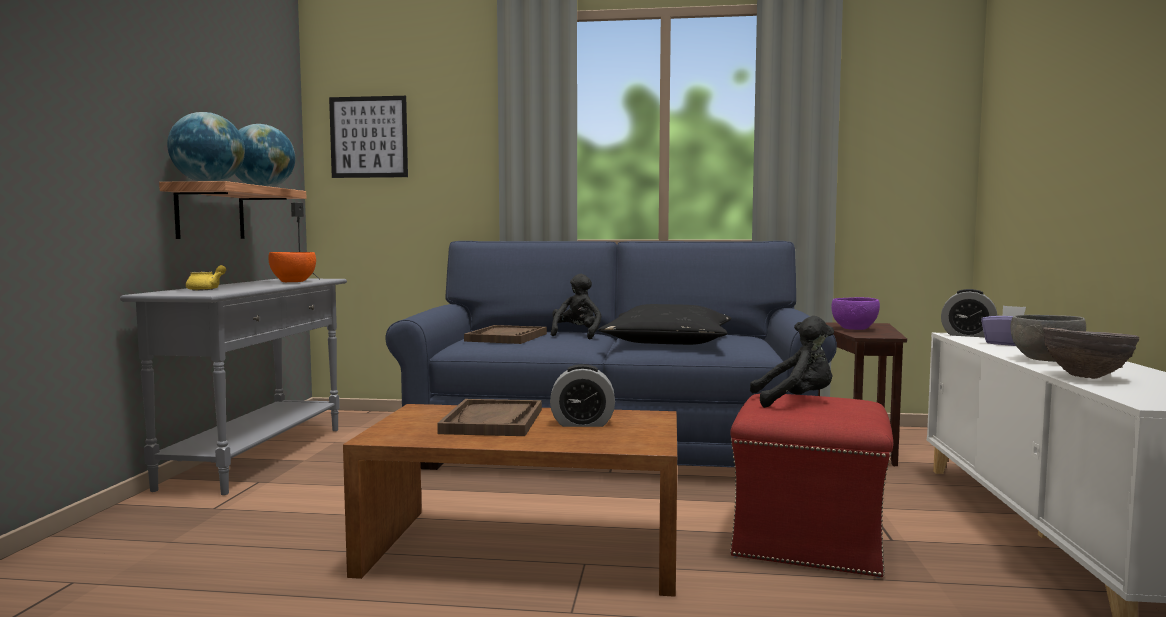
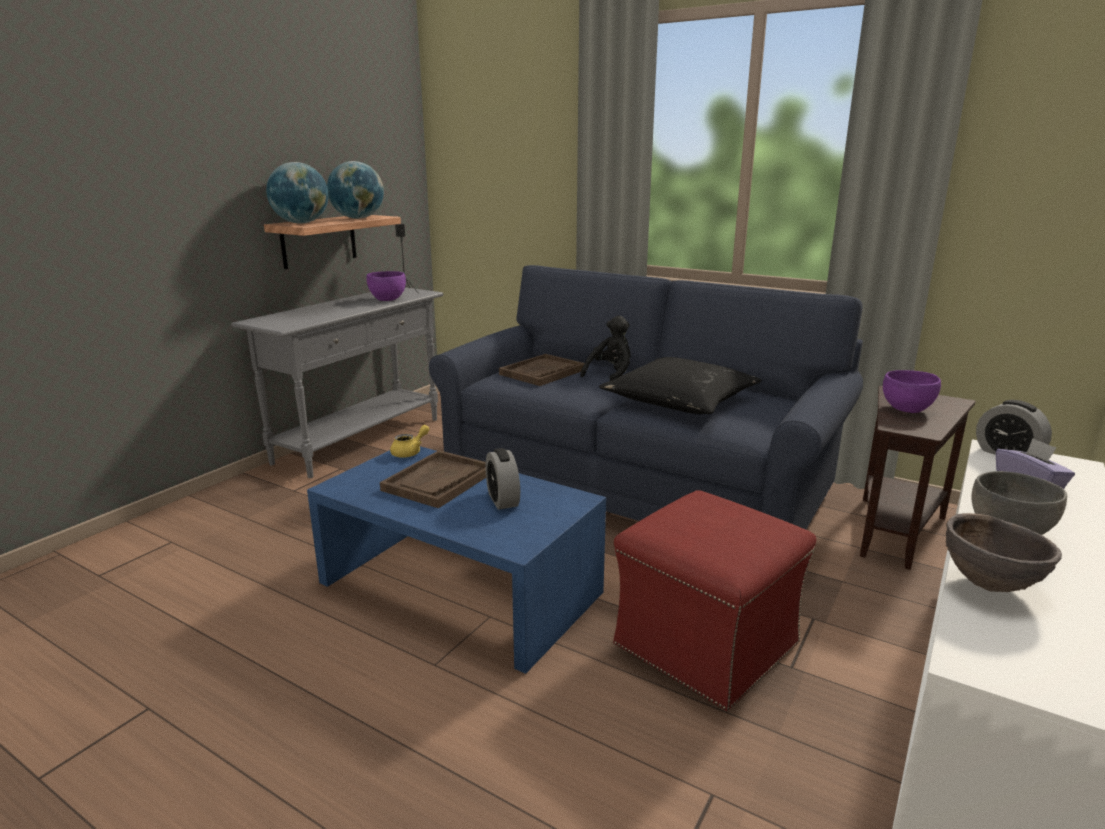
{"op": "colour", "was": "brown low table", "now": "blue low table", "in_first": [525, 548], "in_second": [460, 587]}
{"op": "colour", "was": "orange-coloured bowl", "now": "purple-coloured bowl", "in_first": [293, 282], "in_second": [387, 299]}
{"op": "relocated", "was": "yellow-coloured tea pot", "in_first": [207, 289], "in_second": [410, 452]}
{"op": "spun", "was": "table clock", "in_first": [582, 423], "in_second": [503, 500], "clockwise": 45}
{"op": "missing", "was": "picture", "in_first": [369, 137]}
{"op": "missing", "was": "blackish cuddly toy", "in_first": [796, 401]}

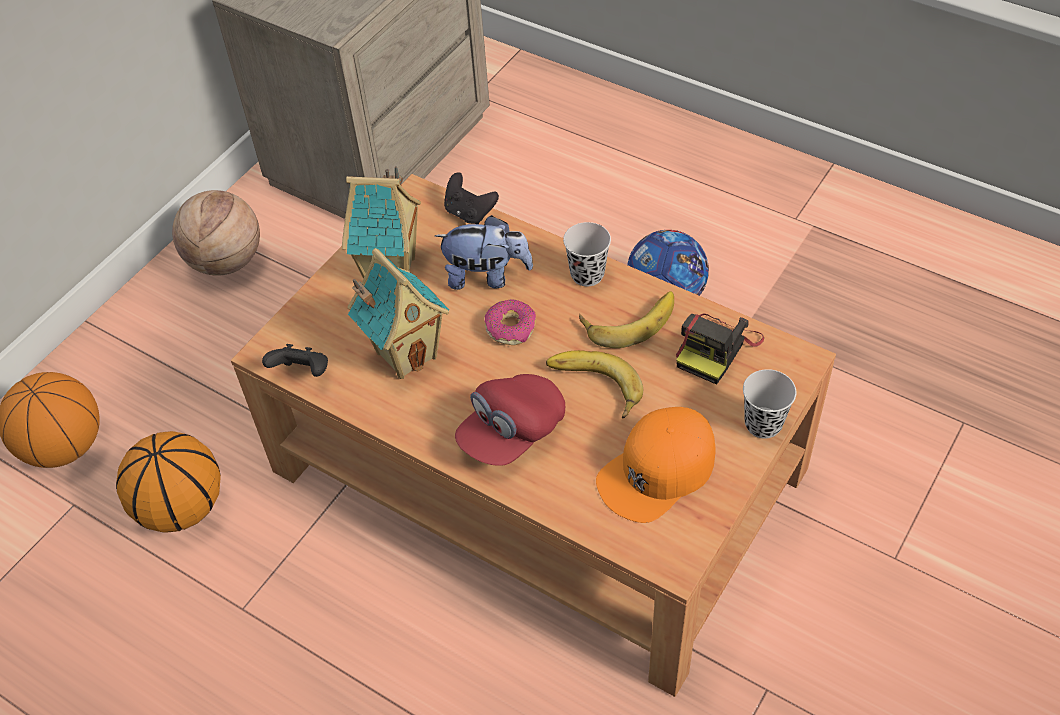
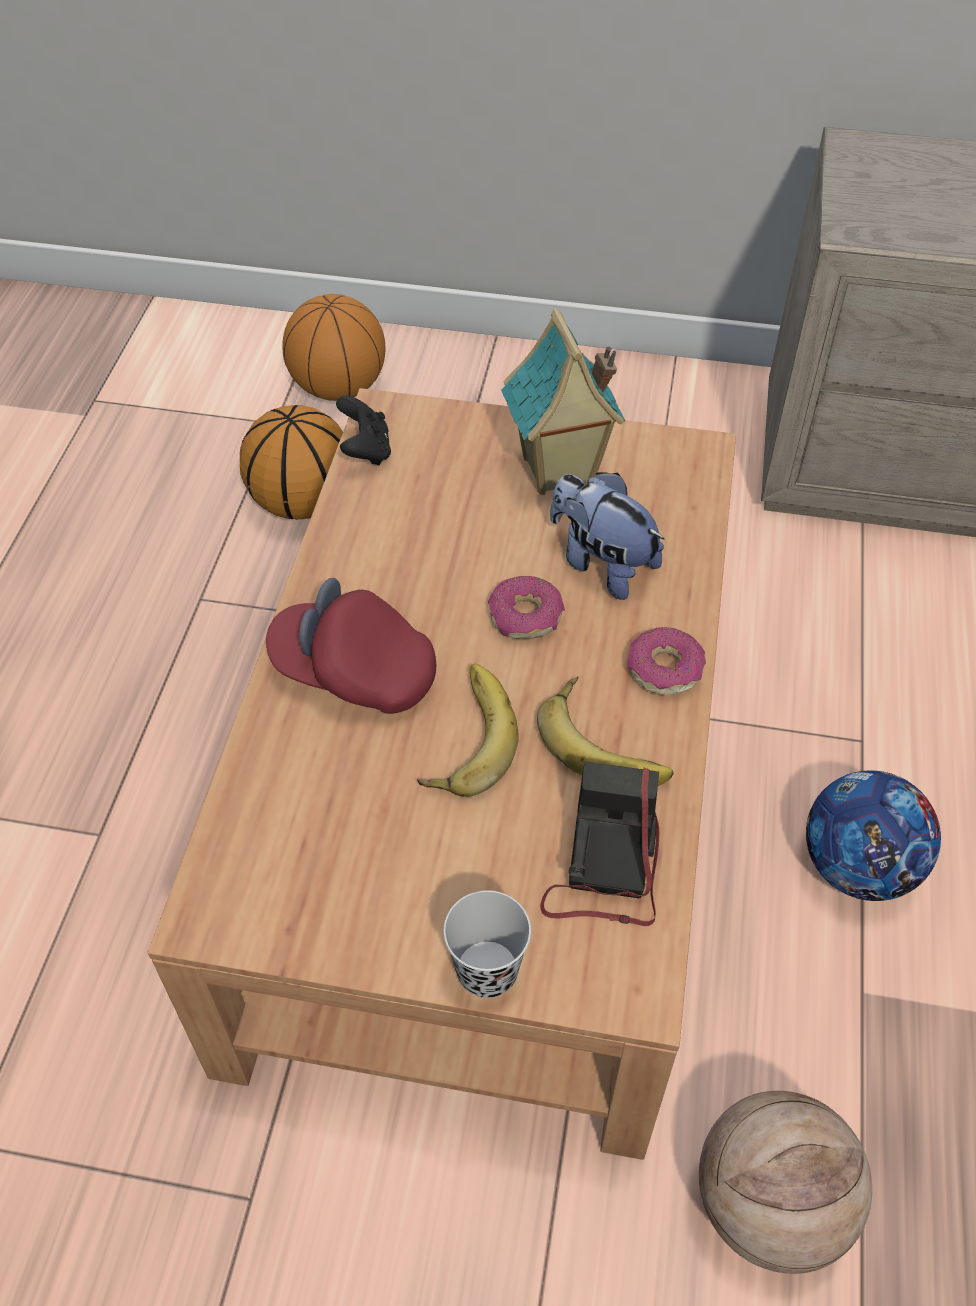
{"op": "spun", "was": "still camera", "in_first": [716, 348], "in_second": [605, 868], "clockwise": 90}
{"op": "spun", "was": "cuddly toy", "in_first": [486, 276], "in_second": [601, 563], "clockwise": 150}
{"op": "exchanged", "was": "blackish cup", "now": "ring doughnut", "in_first": [587, 274], "in_second": [664, 669]}
{"op": "relocated", "was": "basketball", "in_first": [226, 261], "in_second": [770, 1204]}
{"op": "missing", "was": "model house", "in_first": [406, 353]}
{"op": "missing", "was": "blackish game controller", "in_first": [469, 213]}
{"op": "missing", "was": "orange-coloured cap", "in_first": [657, 471]}

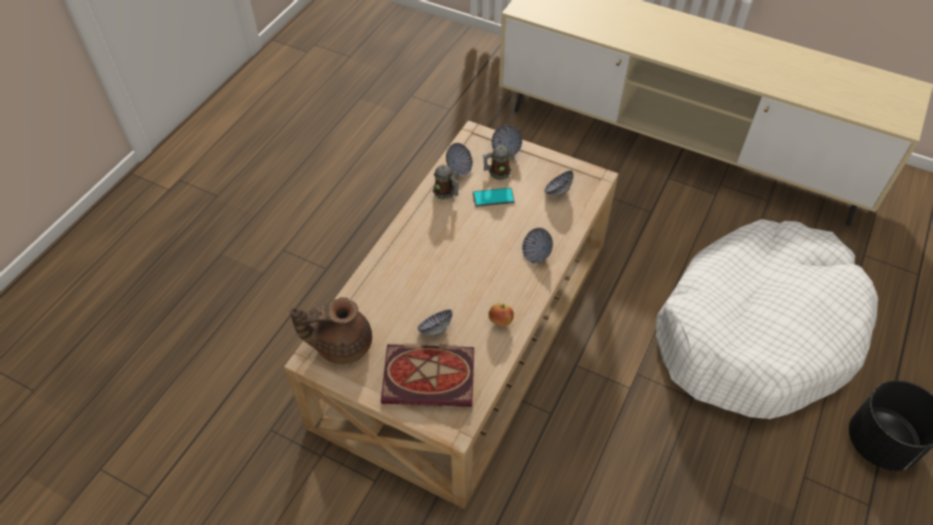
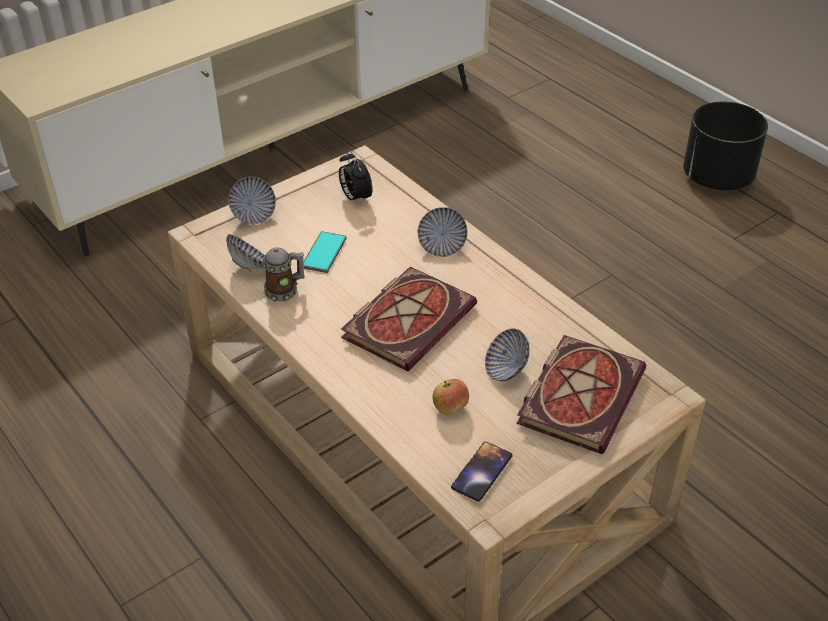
{"op": "exchanged", "was": "bowl", "now": "table clock", "in_first": [558, 191], "in_second": [355, 198]}
{"op": "appeared", "now": "book", "in_second": [409, 319]}
{"op": "relocated", "was": "apple fruit", "in_first": [500, 321], "in_second": [450, 408]}
{"op": "exchanged", "was": "brown tea pot", "now": "phone", "in_first": [341, 344], "in_second": [481, 471]}
{"op": "missing", "was": "mug", "in_first": [497, 173]}
{"op": "missing", "was": "white dog cushion", "in_first": [755, 331]}

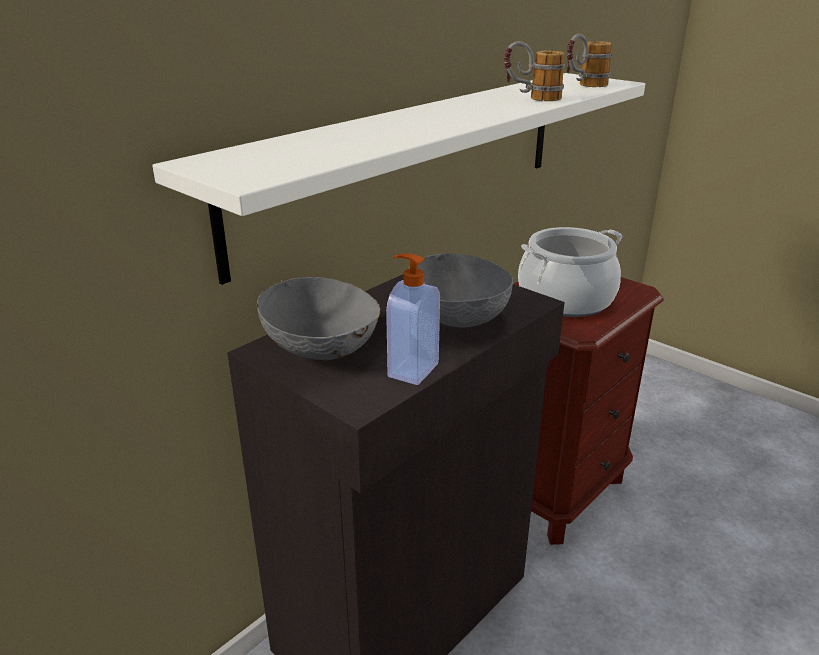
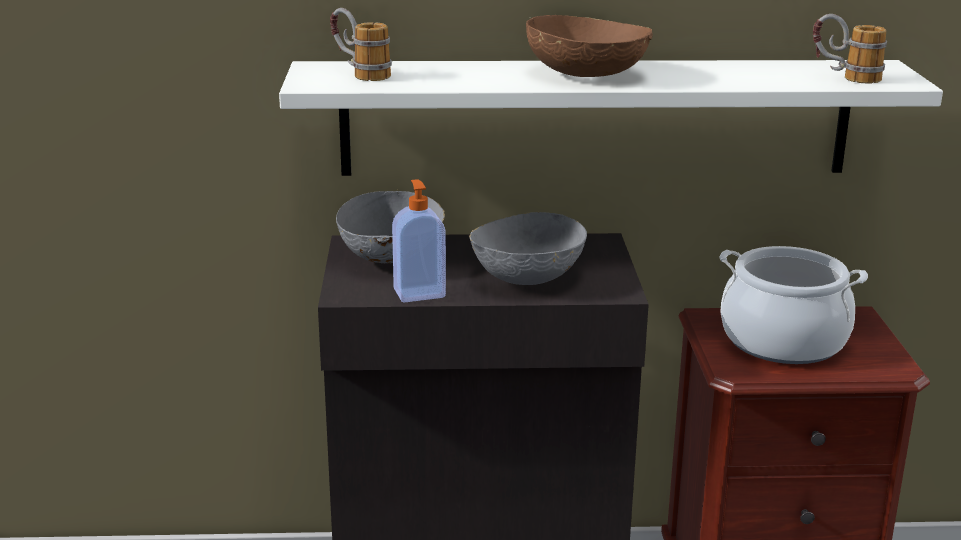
{"op": "relocated", "was": "mug", "in_first": [531, 98], "in_second": [359, 73]}
{"op": "appeared", "now": "brown bowl", "in_second": [587, 74]}

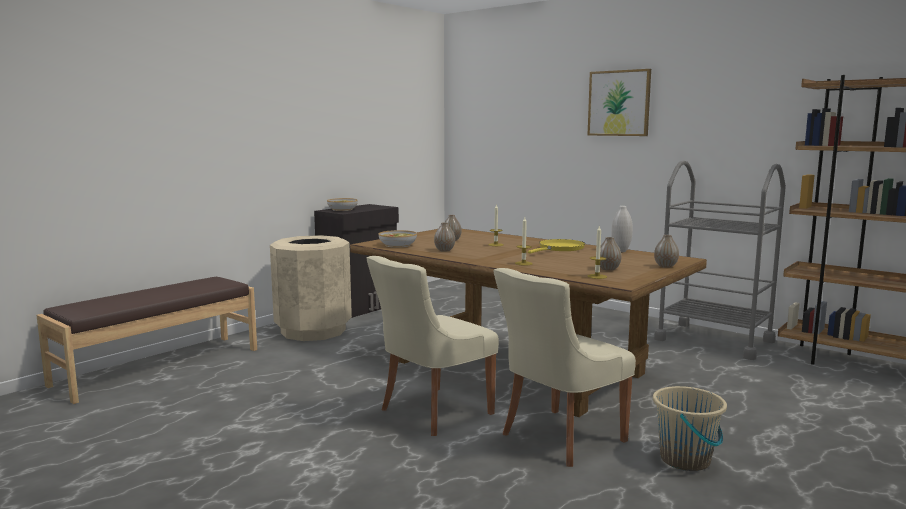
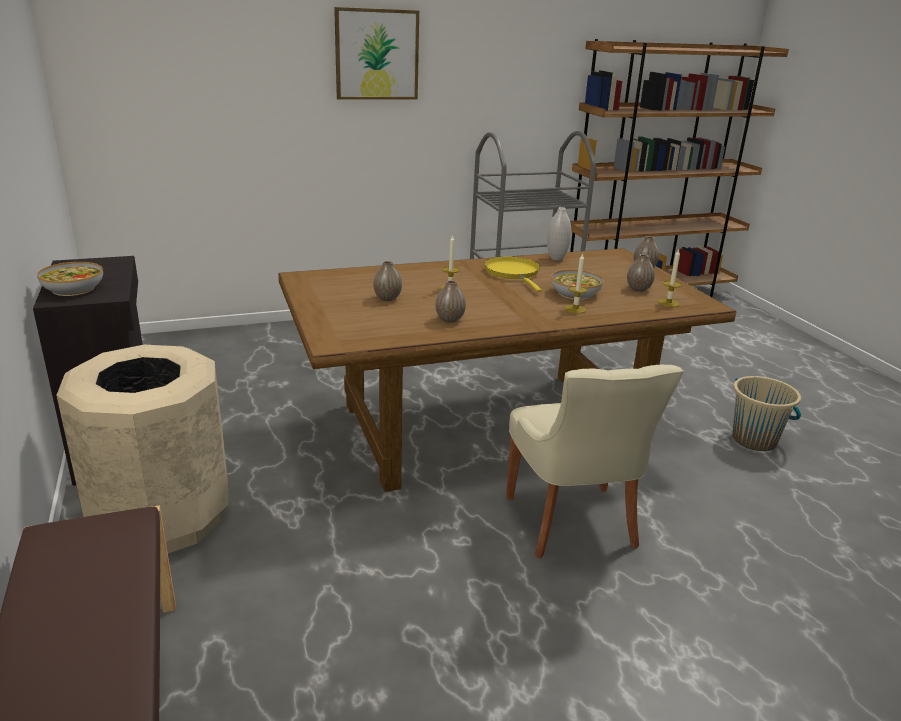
{"op": "relocated", "was": "bowl", "in_first": [397, 245], "in_second": [575, 293]}
{"op": "missing", "was": "sand-coloured plain chair", "in_first": [559, 438]}

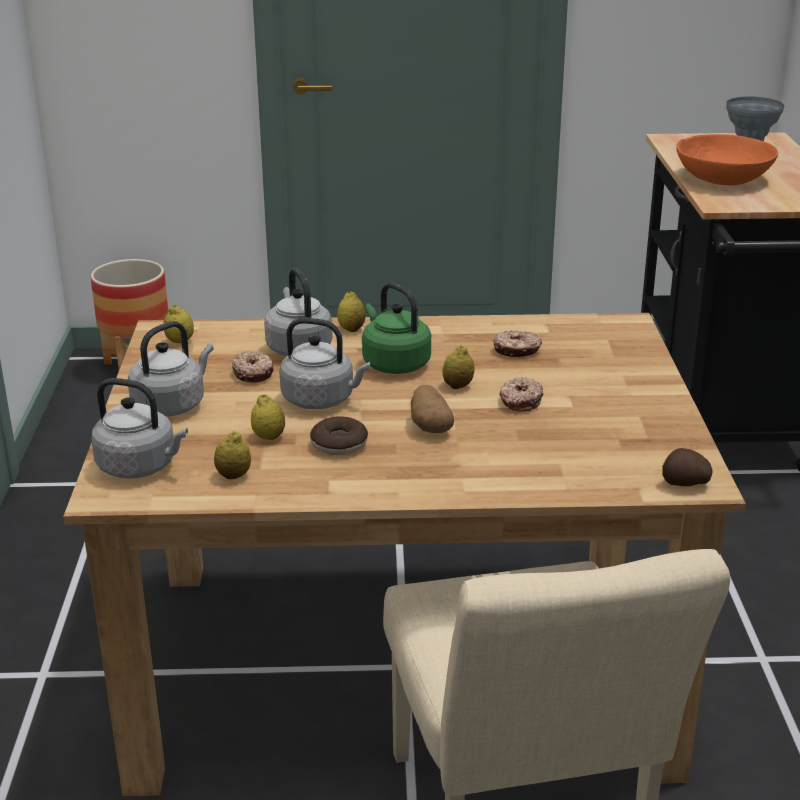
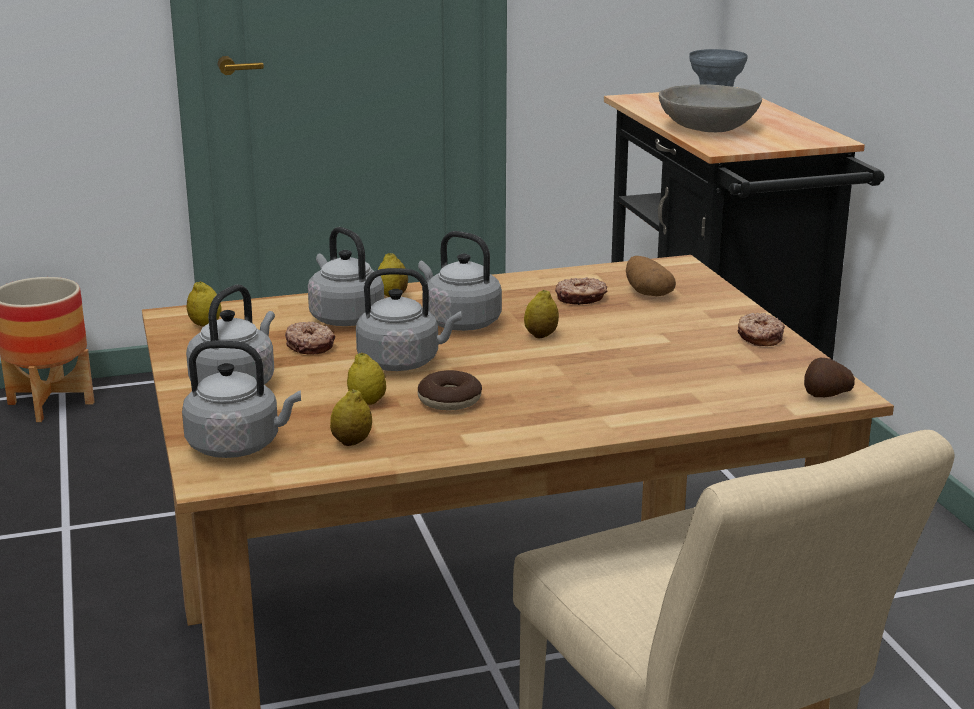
{"op": "colour", "was": "green tea kettle", "now": "gray tea kettle", "in_first": [394, 363], "in_second": [459, 322]}
{"op": "relocated", "was": "spud", "in_first": [430, 426], "in_second": [646, 293]}
{"op": "colour", "was": "orange-coloured bowl", "now": "gray bowl", "in_first": [722, 179], "in_second": [708, 128]}
{"op": "relocated", "was": "ring doughnut", "in_first": [520, 401], "in_second": [759, 337]}

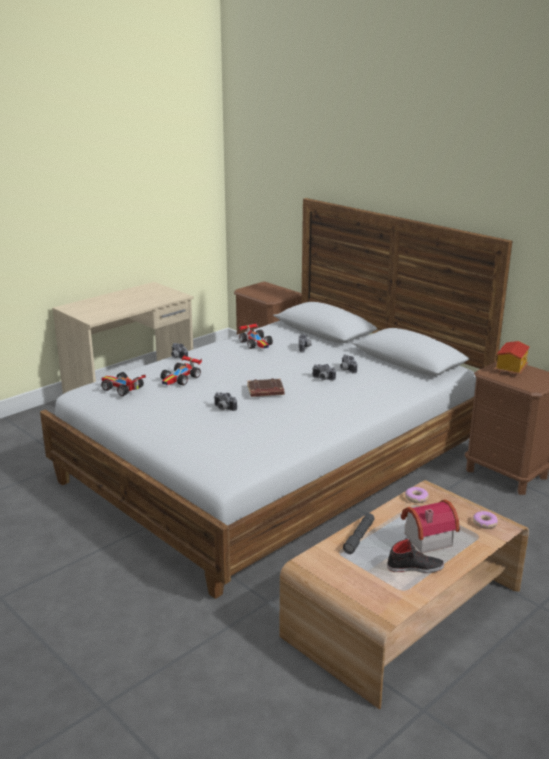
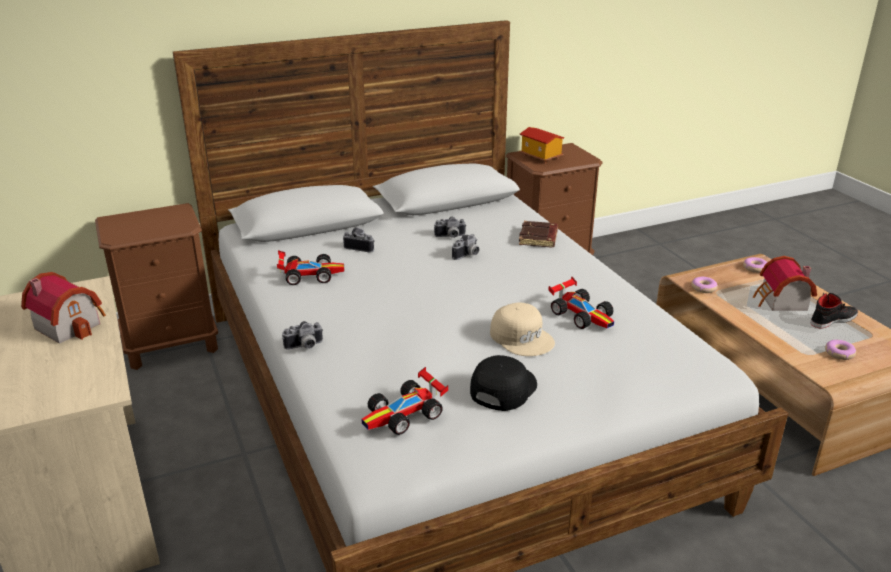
{"op": "appeared", "now": "model house", "in_second": [70, 324]}
{"op": "appeared", "now": "blackish cap", "in_second": [502, 388]}
{"op": "exchanged", "was": "still camera", "now": "sand-coloured cap", "in_first": [223, 408], "in_second": [522, 337]}
{"op": "relocated", "was": "brown book", "in_first": [265, 391], "in_second": [539, 238]}
{"op": "relocated", "was": "miniature car", "in_first": [181, 379], "in_second": [582, 315]}
{"op": "spun", "was": "blackish item of footwear", "in_first": [414, 567], "in_second": [832, 319], "clockwise": 45}
{"op": "appeared", "now": "ring doughnut", "in_second": [839, 353]}
{"op": "missing", "was": "gray hand torch", "in_first": [359, 537]}

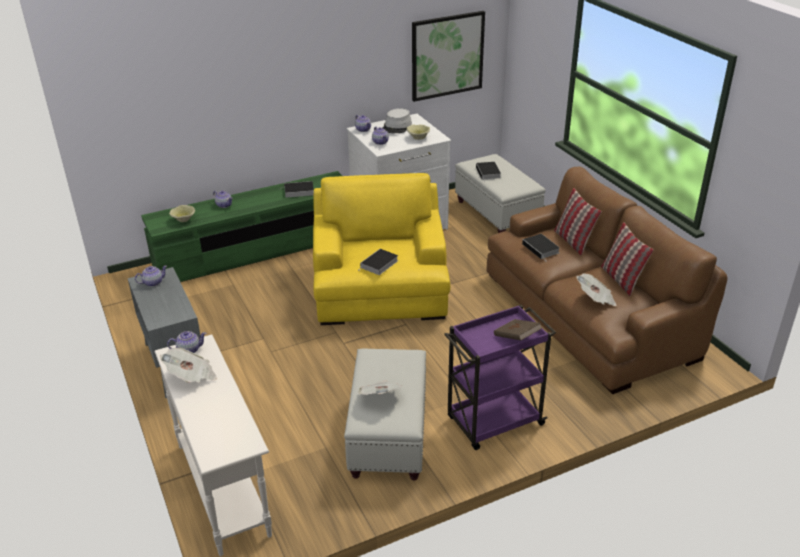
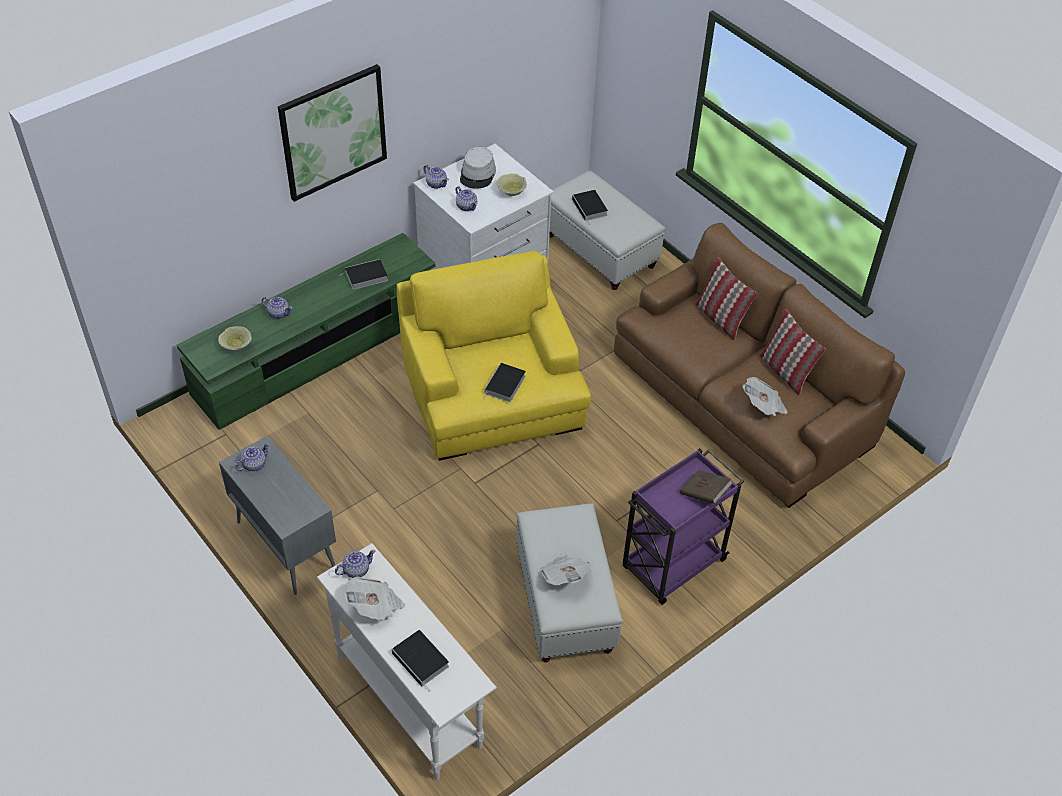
{"op": "relocated", "was": "picture", "in_first": [447, 55], "in_second": [333, 132]}
{"op": "relocated", "was": "book", "in_first": [541, 249], "in_second": [422, 661]}

